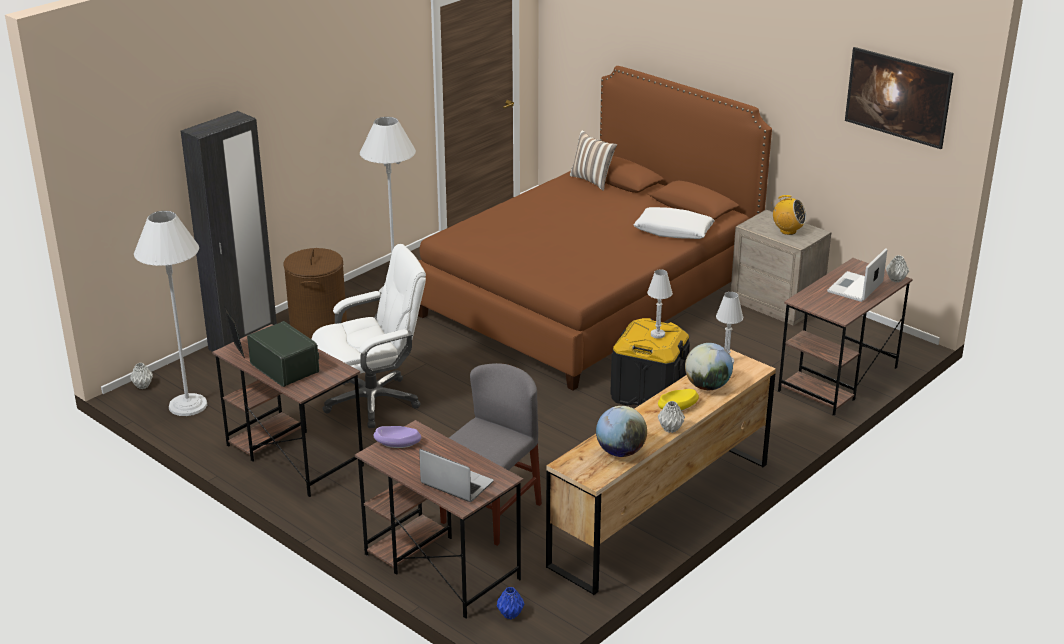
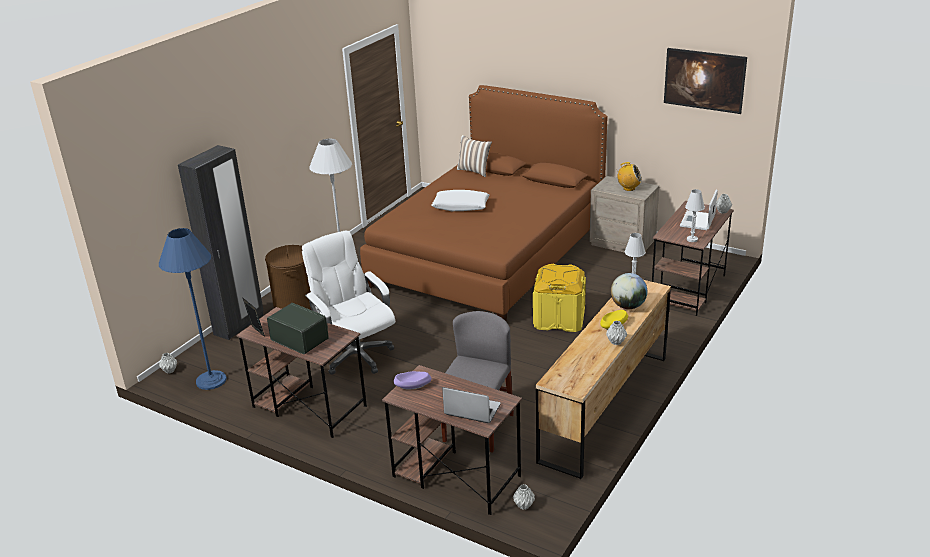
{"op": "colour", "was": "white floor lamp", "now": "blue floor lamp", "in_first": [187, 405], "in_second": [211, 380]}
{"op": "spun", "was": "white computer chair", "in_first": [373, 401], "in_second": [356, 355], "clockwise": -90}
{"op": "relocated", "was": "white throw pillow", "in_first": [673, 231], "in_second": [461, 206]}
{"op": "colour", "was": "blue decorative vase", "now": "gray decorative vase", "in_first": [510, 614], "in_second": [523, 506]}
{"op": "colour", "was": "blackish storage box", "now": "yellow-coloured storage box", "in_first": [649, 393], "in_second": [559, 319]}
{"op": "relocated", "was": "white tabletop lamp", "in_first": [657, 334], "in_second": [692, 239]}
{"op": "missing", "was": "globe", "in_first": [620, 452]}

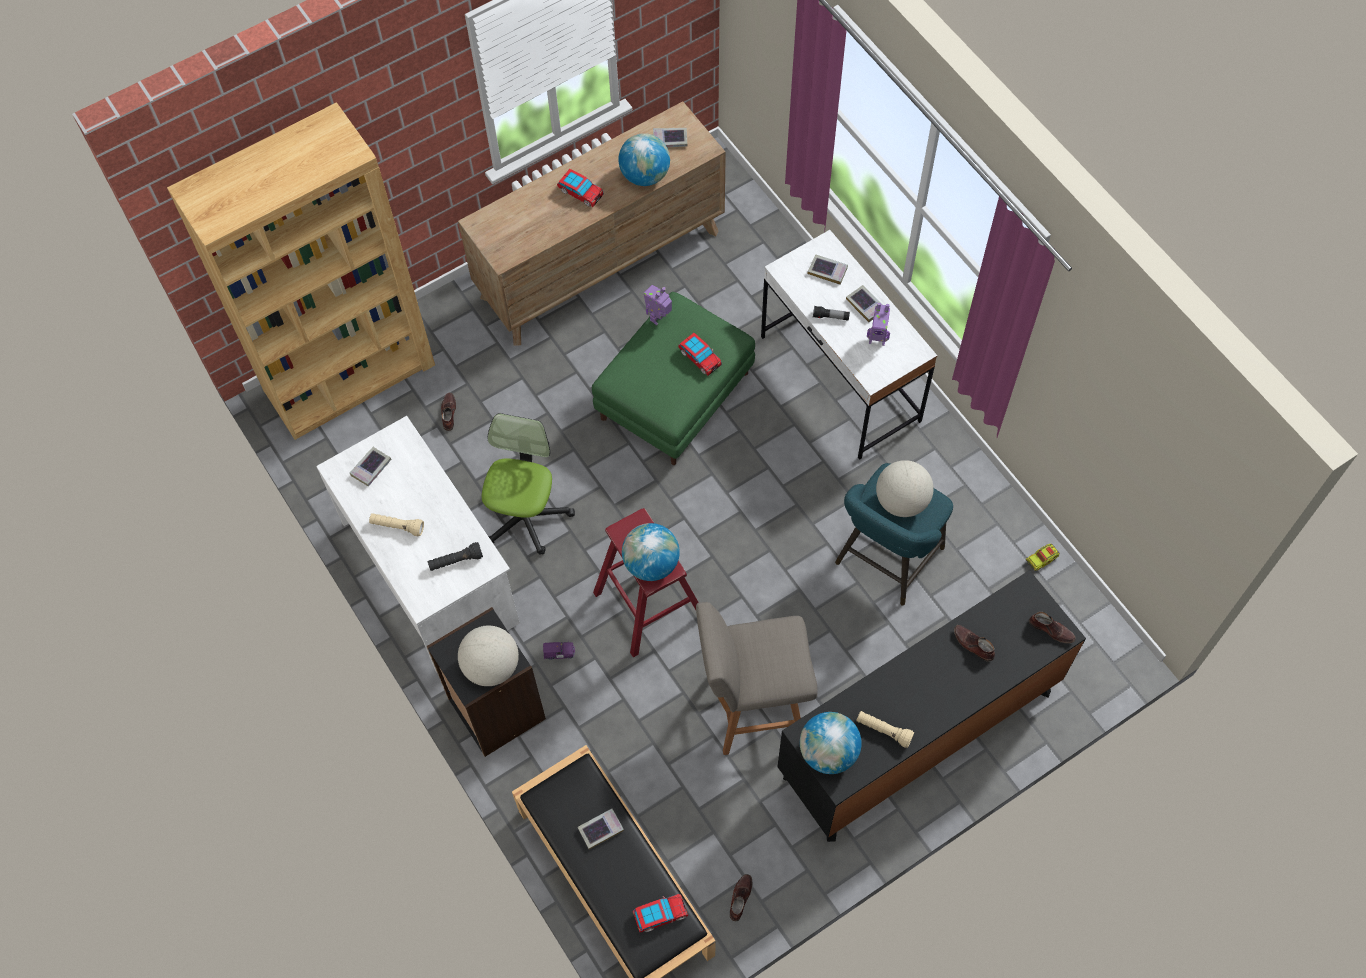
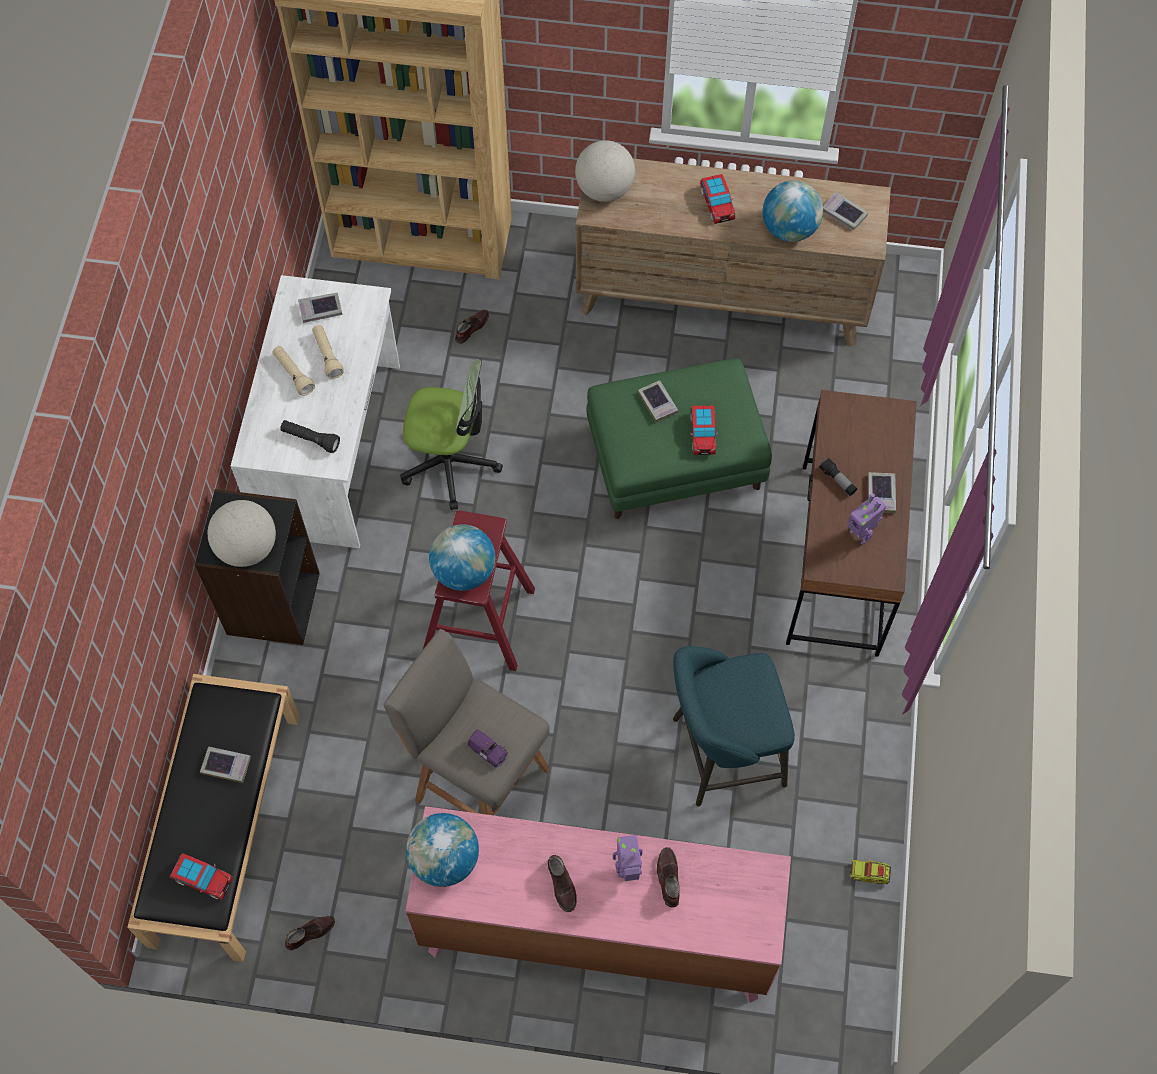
{"op": "relocated", "was": "sand-coloured hand torch", "in_first": [883, 731], "in_second": [327, 355]}
{"op": "spun", "was": "computer chair", "in_first": [525, 516], "in_second": [450, 462], "clockwise": 45}
{"op": "colour", "was": "blackish dresser", "now": "pink dresser", "in_first": [917, 735], "in_second": [596, 931]}
{"op": "relocated", "was": "purple-coloured miniature car", "in_first": [559, 652], "in_second": [488, 751]}
{"op": "relocated", "was": "brown item of footwear", "in_first": [1051, 630], "in_second": [562, 885]}
{"op": "relocated", "was": "globe", "in_first": [901, 501], "in_second": [604, 190]}
{"op": "relocated", "was": "model robot", "in_first": [659, 318], "in_second": [628, 871]}
{"op": "relocated", "was": "book", "in_first": [827, 271], "in_second": [658, 403]}
{"op": "colour", "was": "white desk unit", "now": "brown desk unit", "in_first": [840, 379], "in_second": [839, 559]}

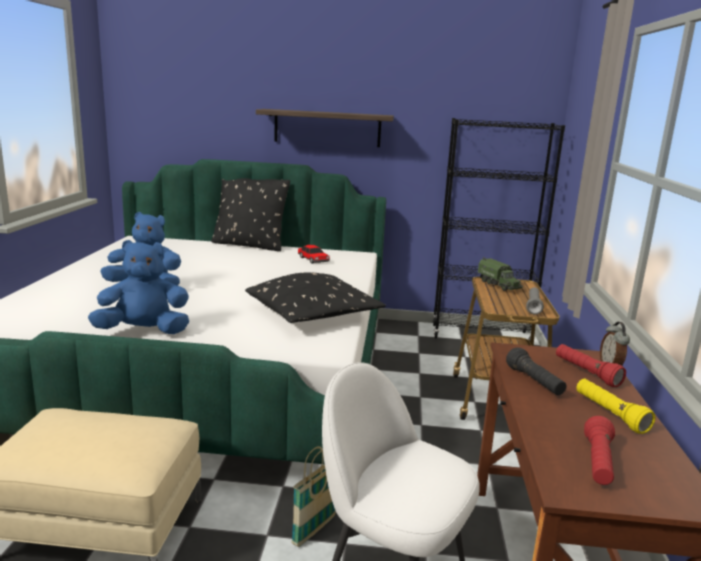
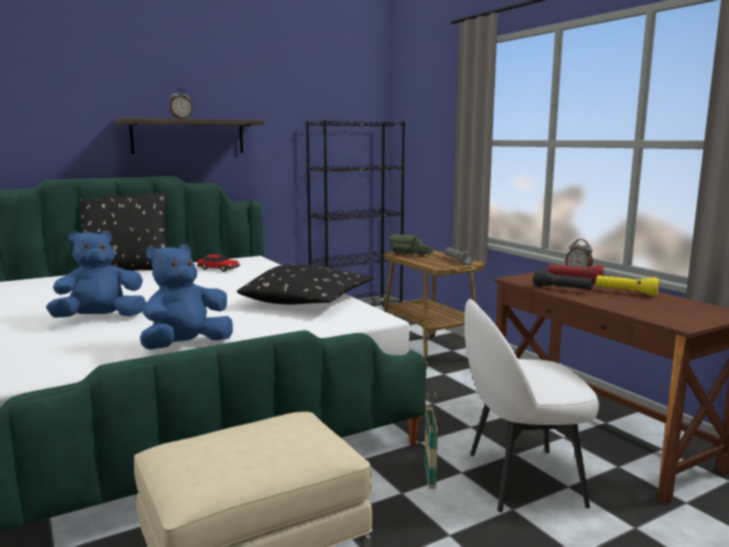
{"op": "appeared", "now": "table clock", "in_second": [181, 118]}
{"op": "missing", "was": "red-coloured hand torch", "in_first": [598, 463]}

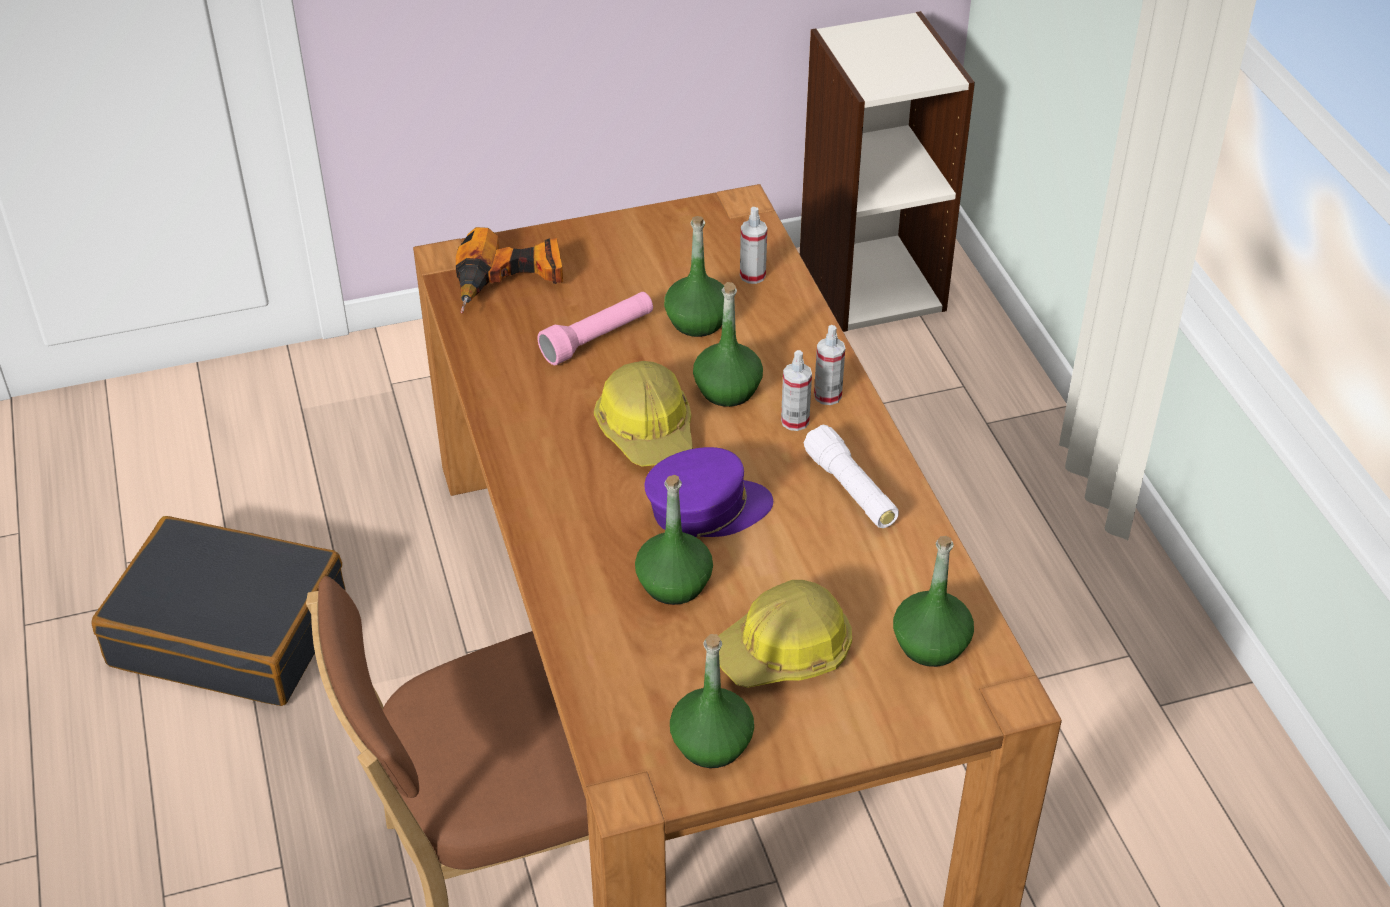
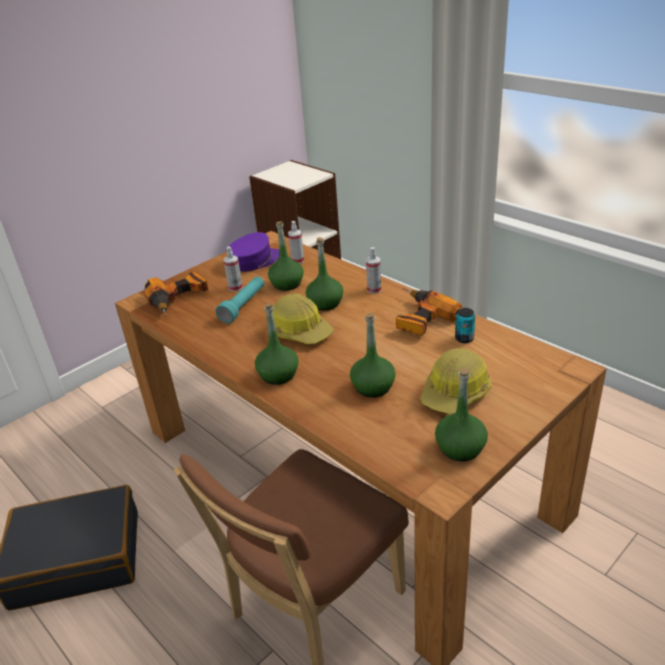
{"op": "colour", "was": "pink hand torch", "now": "turquoise-coloured hand torch", "in_first": [598, 338], "in_second": [243, 306]}
{"op": "relocated", "was": "hand sprayer", "in_first": [795, 421], "in_second": [235, 288]}
{"op": "relocated", "was": "purple-coloured cap", "in_first": [707, 509], "in_second": [255, 261]}
{"op": "relocated", "was": "green drink bottle", "in_first": [930, 644], "in_second": [278, 375]}
{"op": "exchanged", "was": "white hand torch", "now": "drill", "in_first": [850, 489], "in_second": [420, 319]}
{"op": "appeared", "now": "metal can", "in_second": [464, 338]}

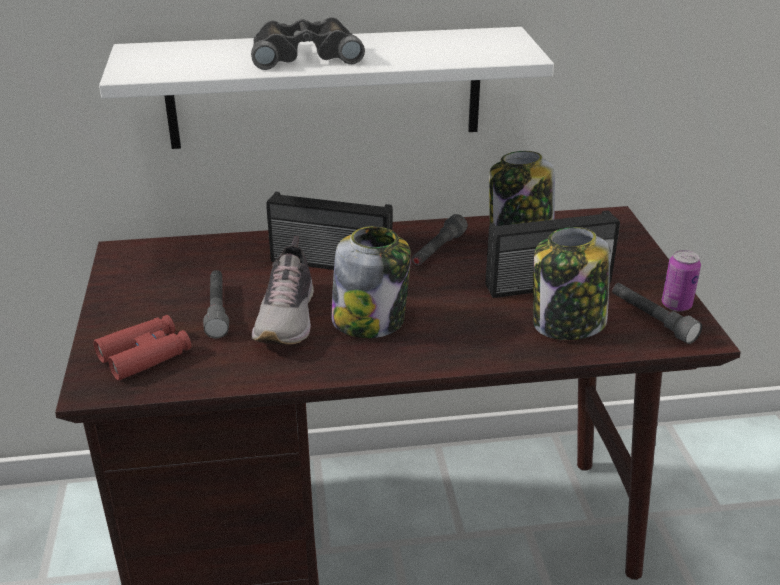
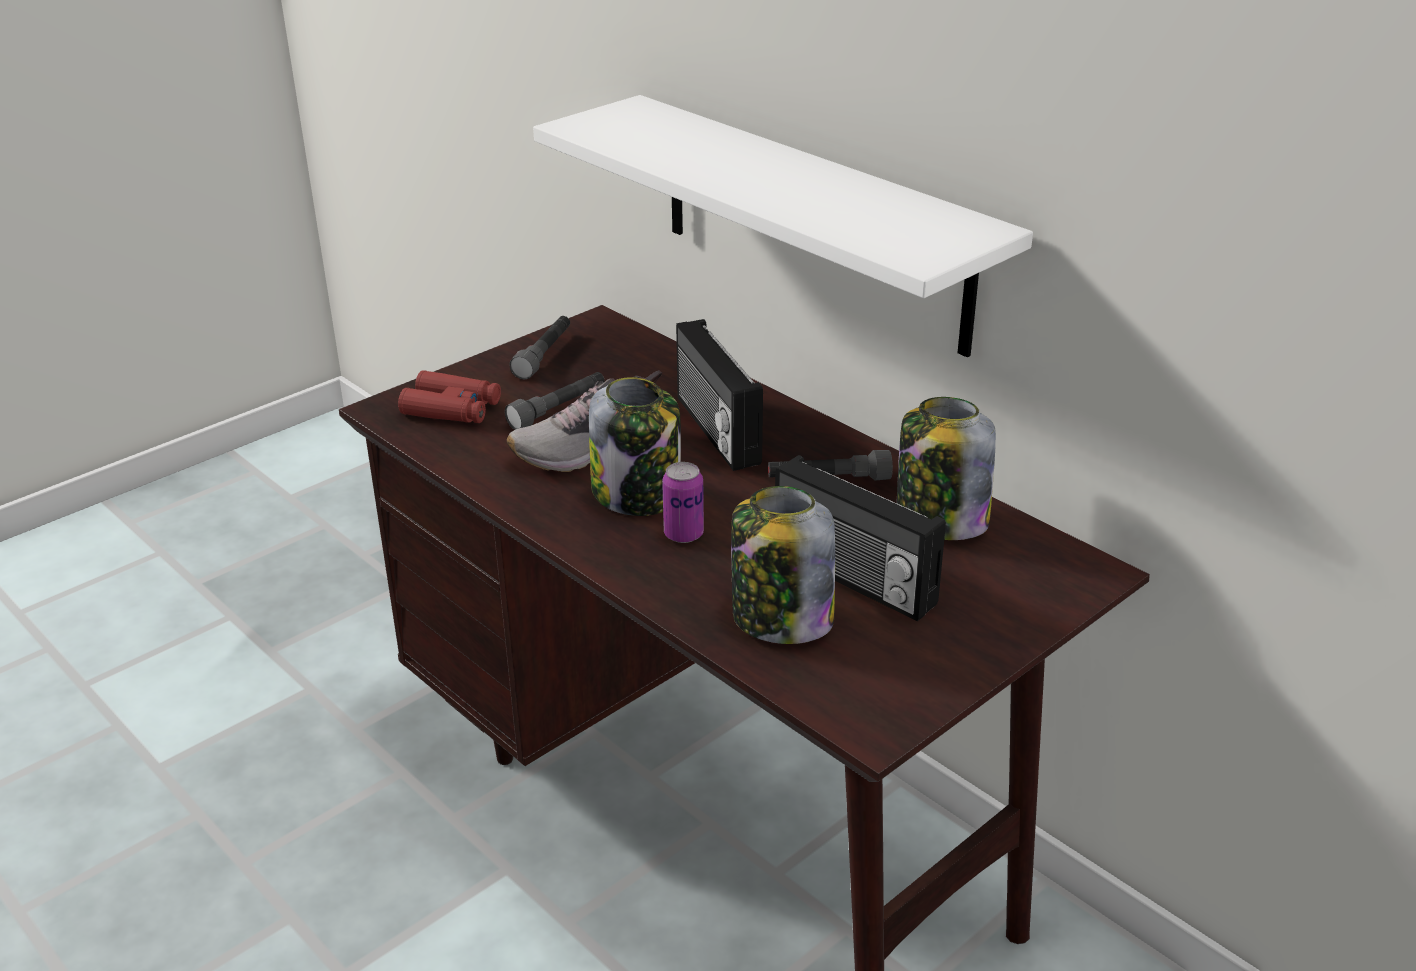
{"op": "relocated", "was": "gray hand torch", "in_first": [651, 320], "in_second": [544, 356]}
{"op": "relocated", "was": "metal can", "in_first": [676, 305], "in_second": [683, 534]}
{"op": "missing", "was": "blackish pair of binoculars", "in_first": [305, 55]}

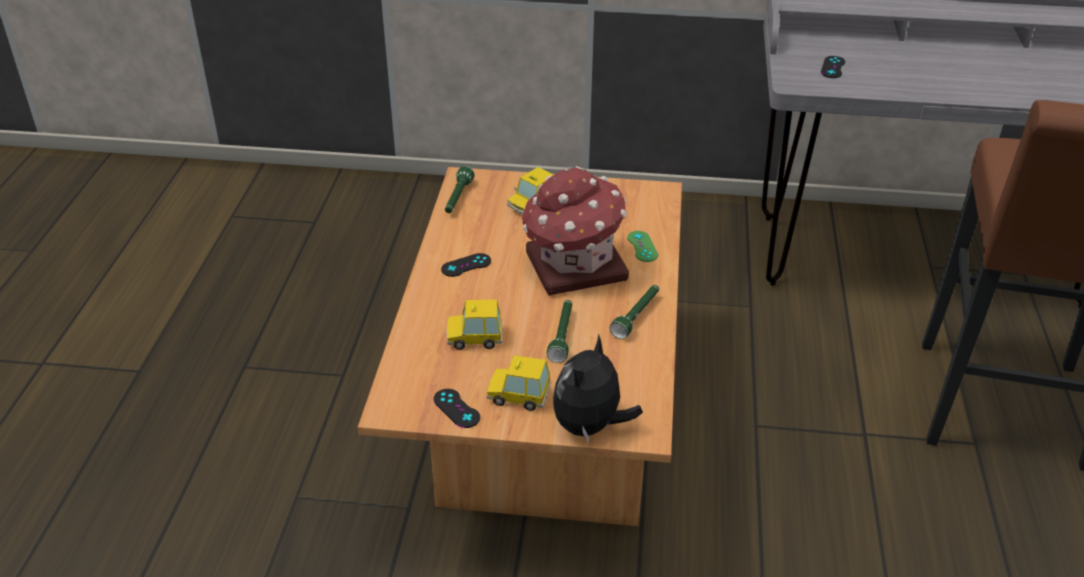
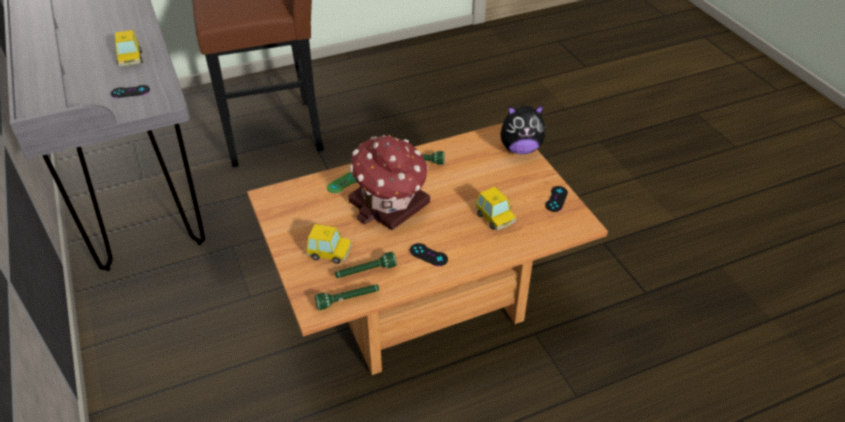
{"op": "relocated", "was": "miniature car", "in_first": [518, 395], "in_second": [130, 59]}
{"op": "relocated", "was": "green hand torch", "in_first": [562, 336], "in_second": [365, 272]}

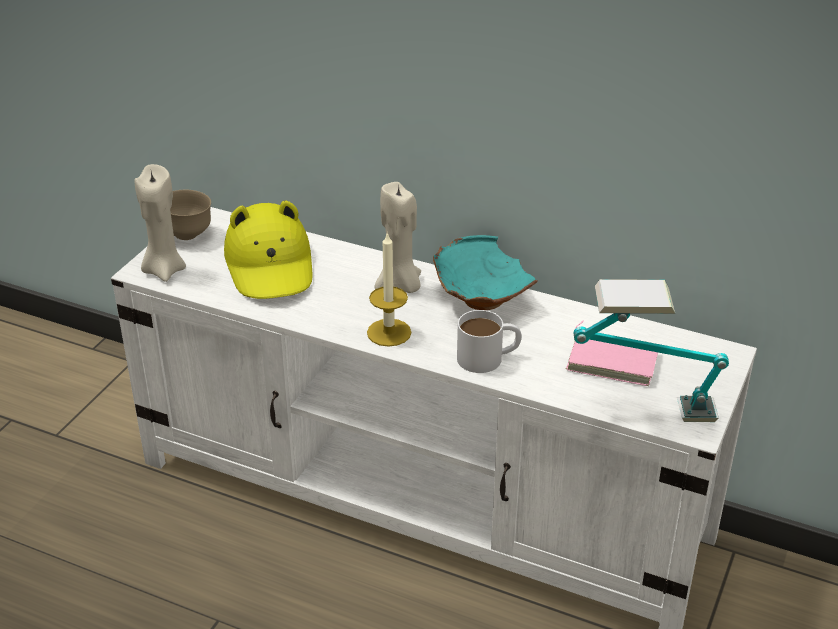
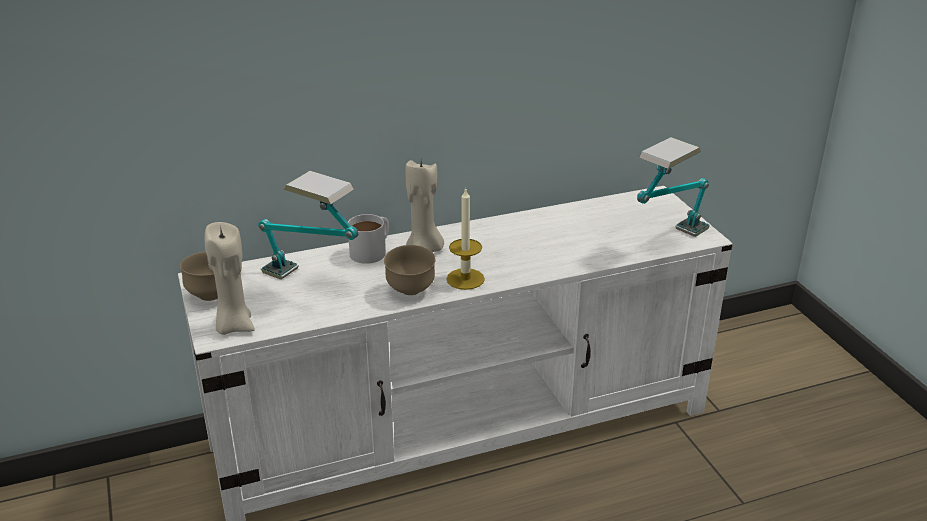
{"op": "exchanged", "was": "yellow-coloured hat", "now": "tabletop lamp", "in_first": [270, 265], "in_second": [312, 282]}
{"op": "relocated", "was": "white mug", "in_first": [488, 358], "in_second": [372, 250]}
{"op": "appeared", "now": "brown bowl", "in_second": [410, 291]}
{"op": "missing", "was": "turquoise-coloured bowl", "in_first": [479, 300]}
{"op": "missing", "was": "pink book", "in_first": [613, 360]}

